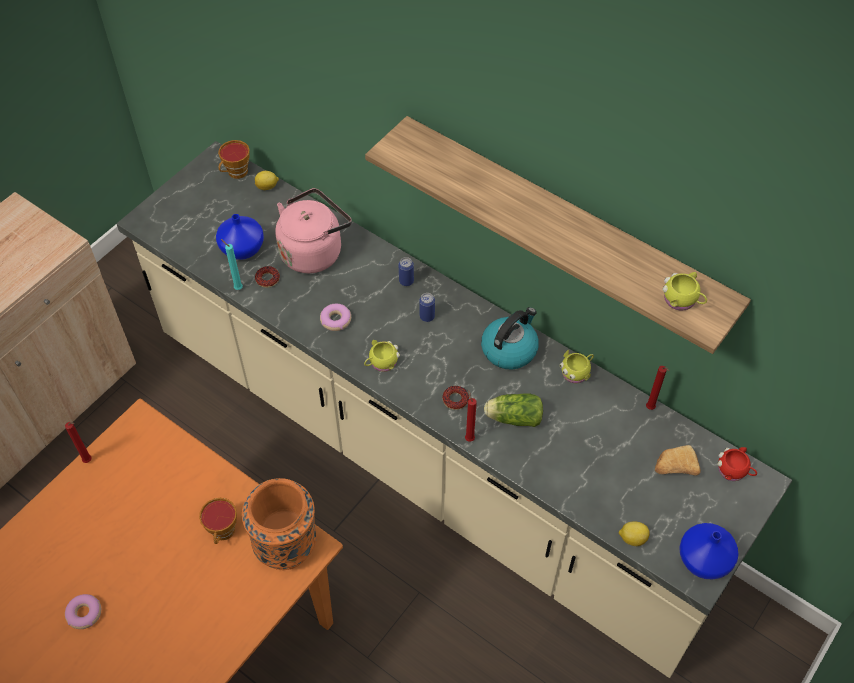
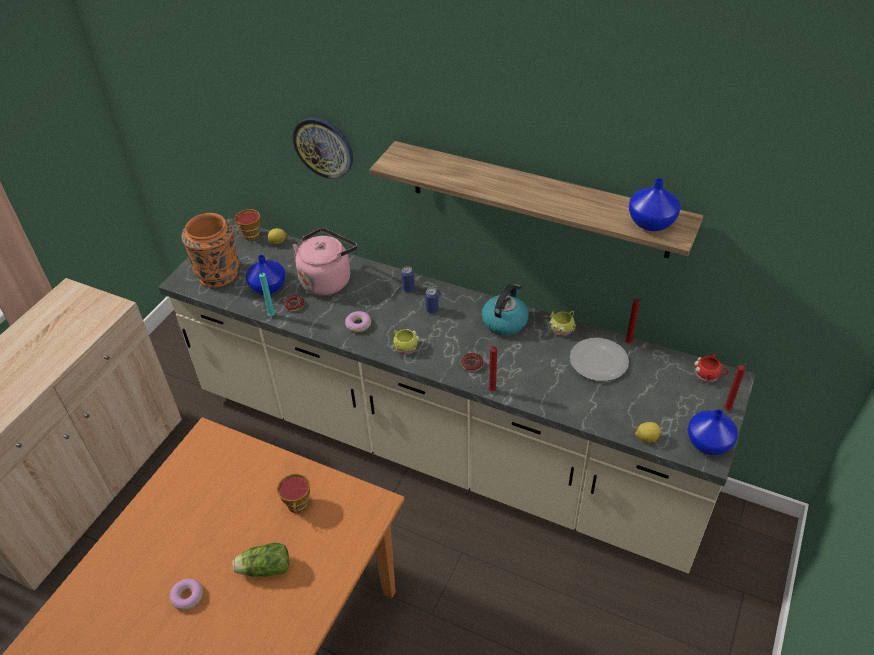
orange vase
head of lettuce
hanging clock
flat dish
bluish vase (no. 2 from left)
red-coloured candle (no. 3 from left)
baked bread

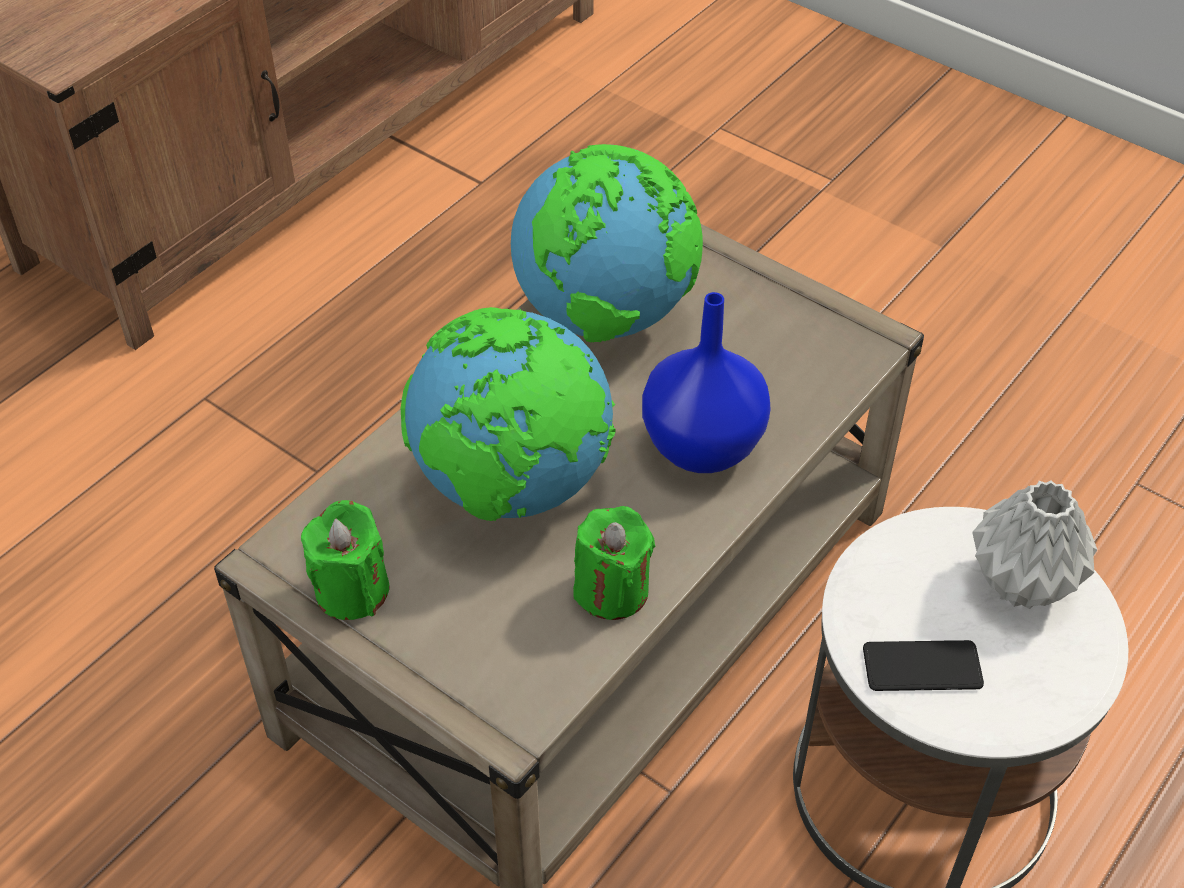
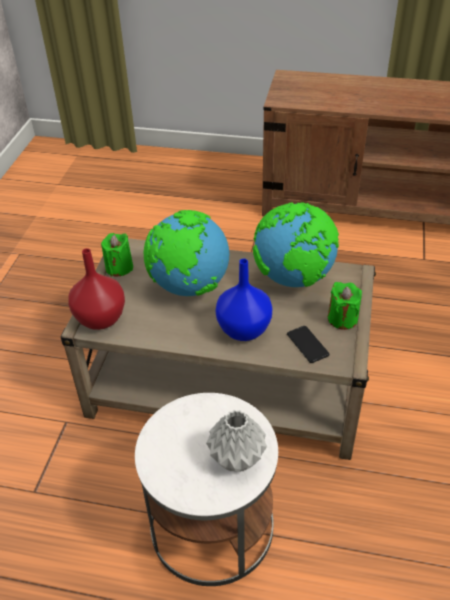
red-coloured vase
handset
green candle (no. 2 from left)

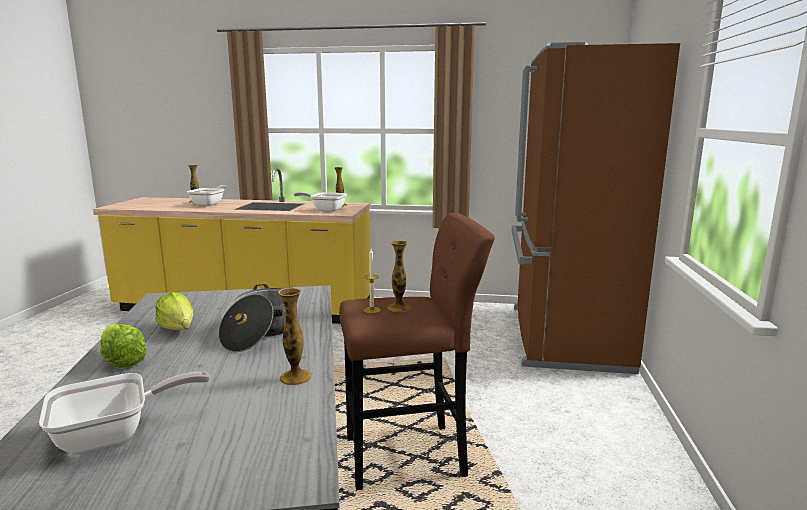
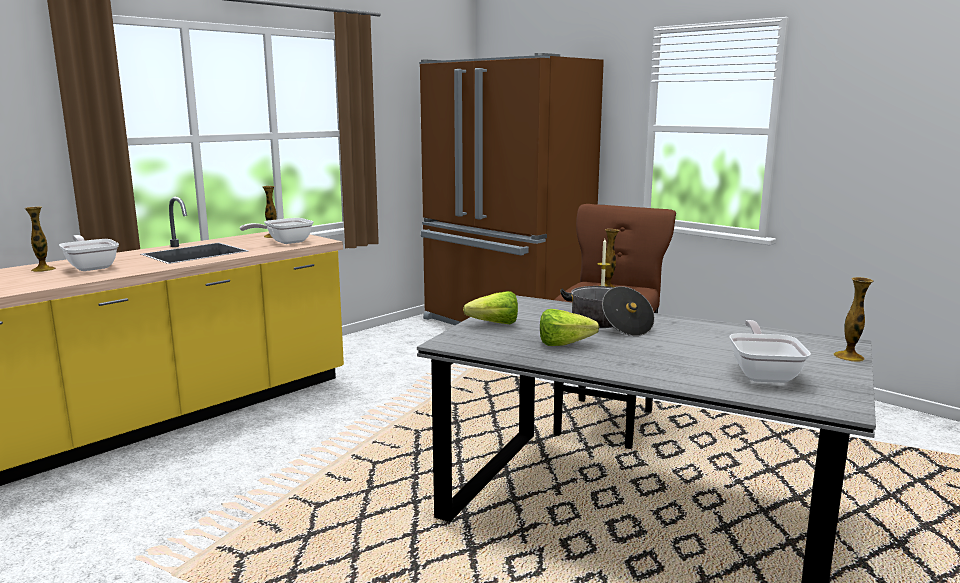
head of lettuce (no. 1 from left)
vase (no. 4 from left)

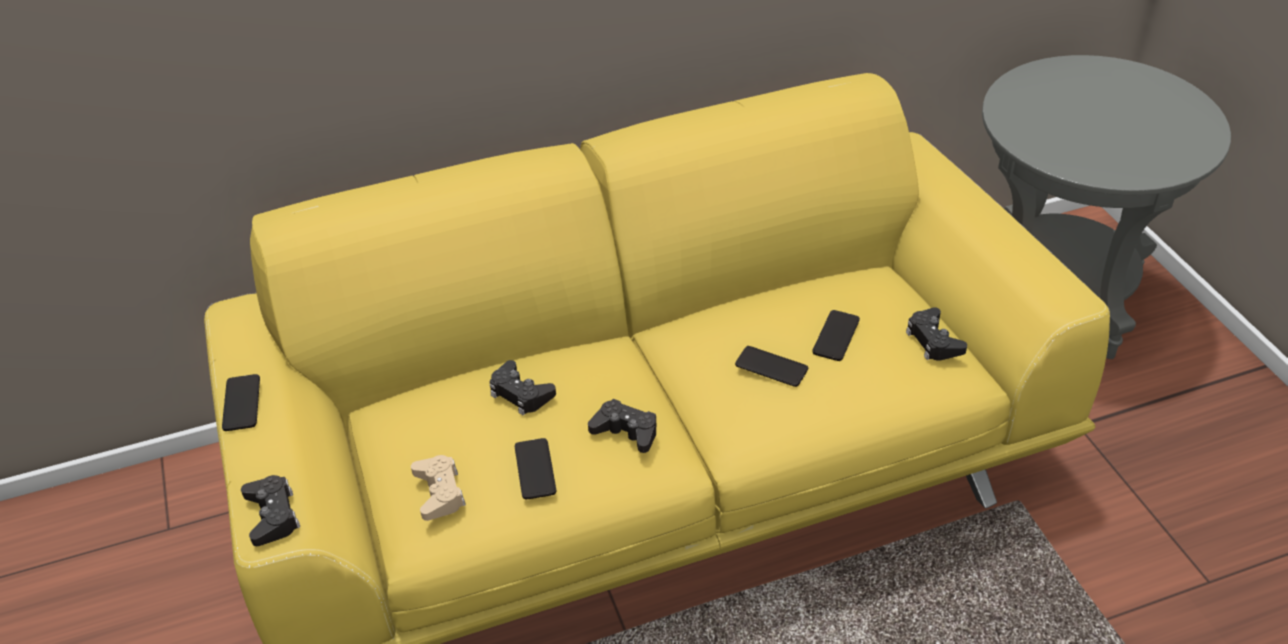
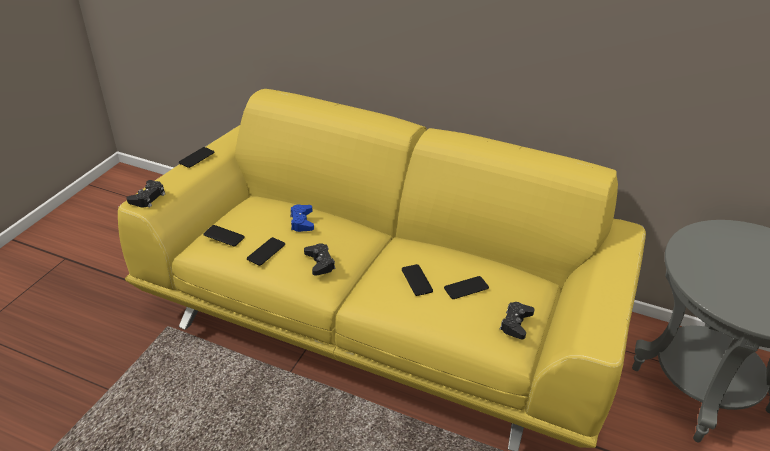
handset (no. 2 from left)
bluish gamepad

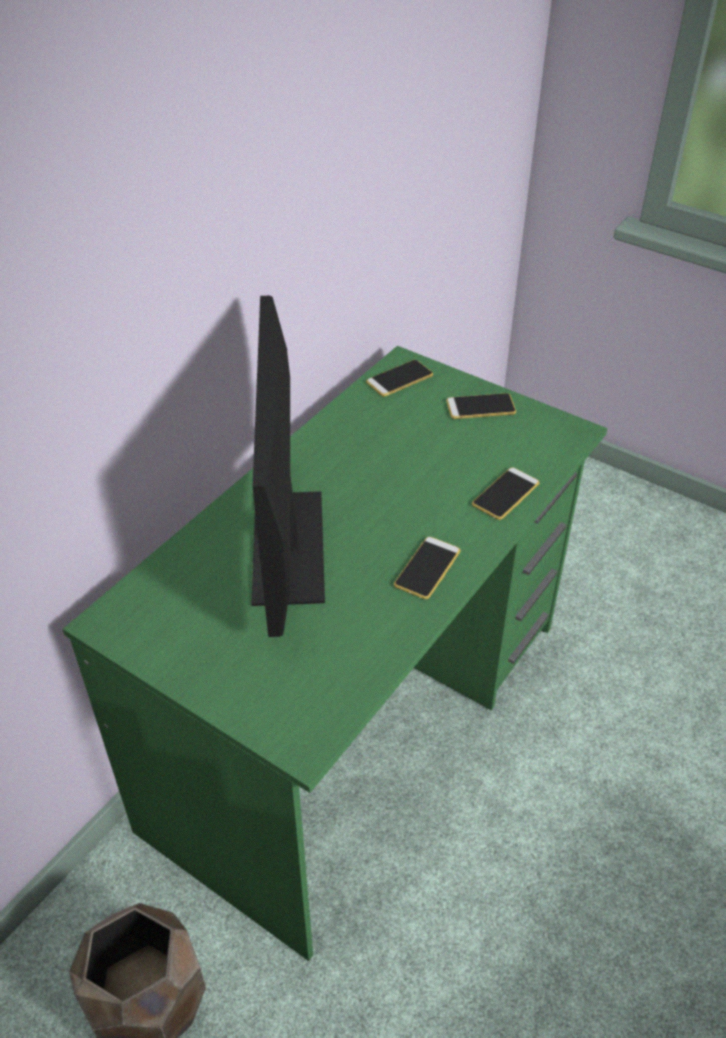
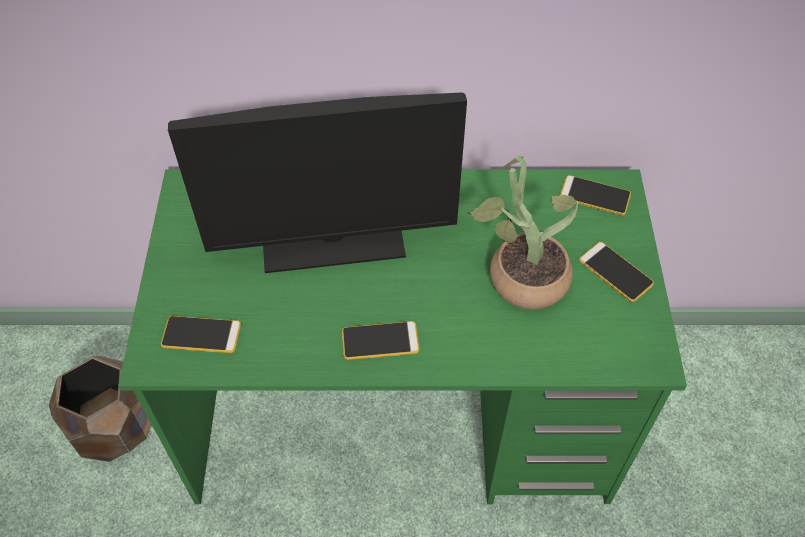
handset (no. 1 from left)
computer display
houseplant

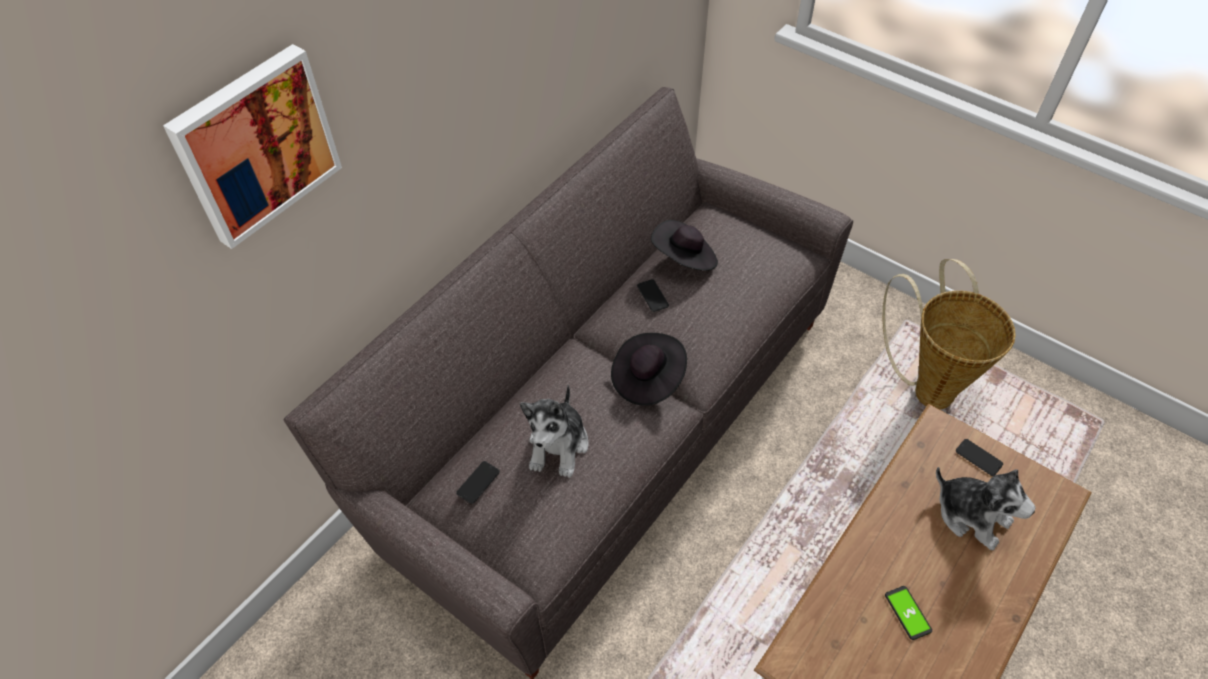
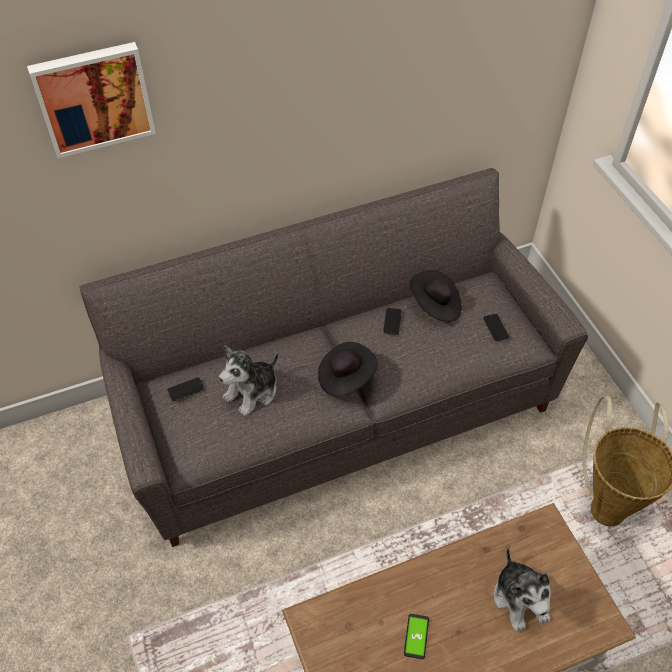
handset (no. 4 from left)

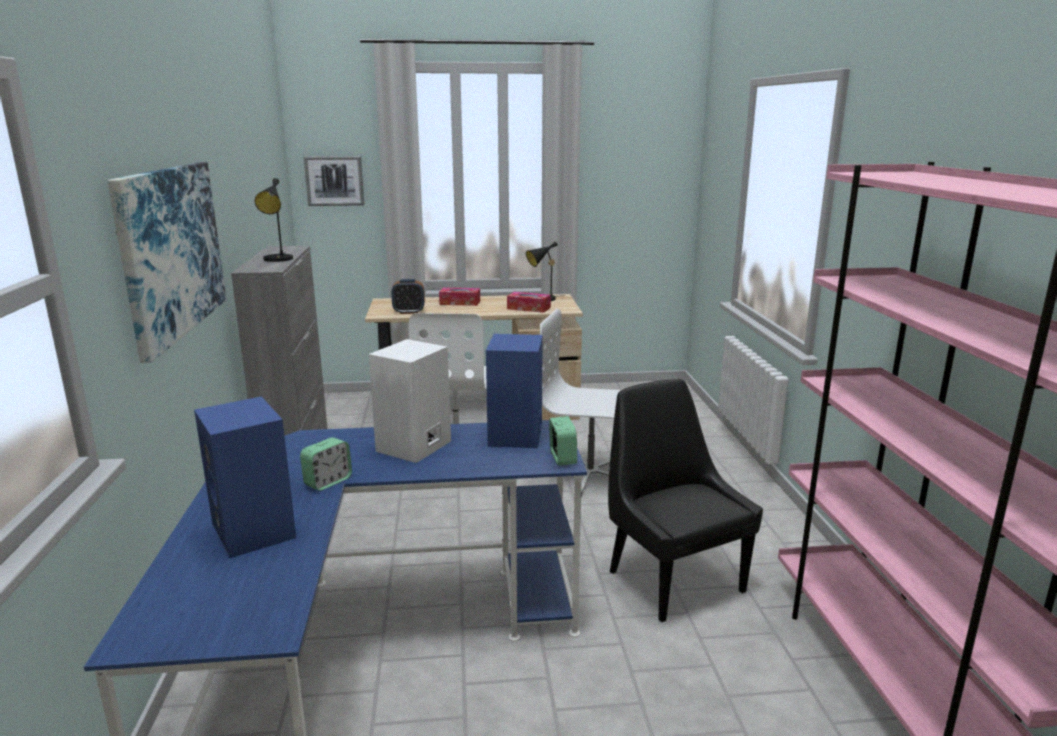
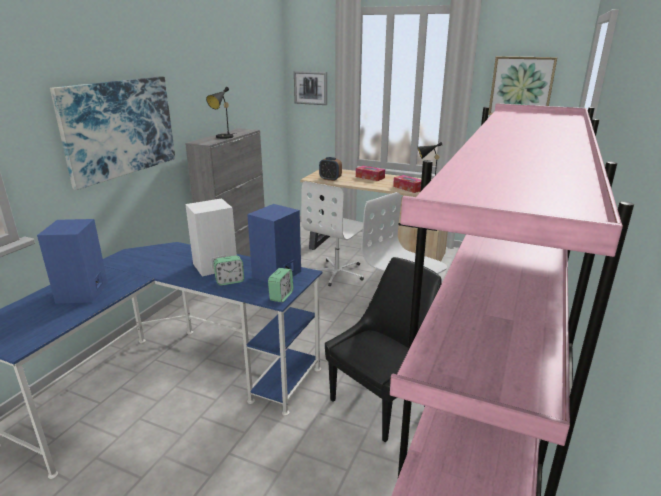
alarm clock (no. 1 from left)
black-coloured chair
wall art (no. 3 from left)

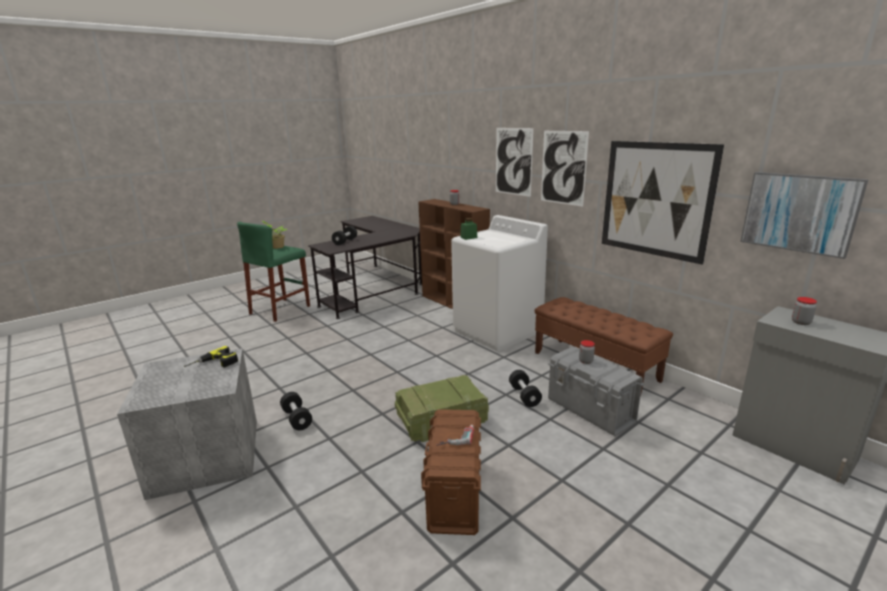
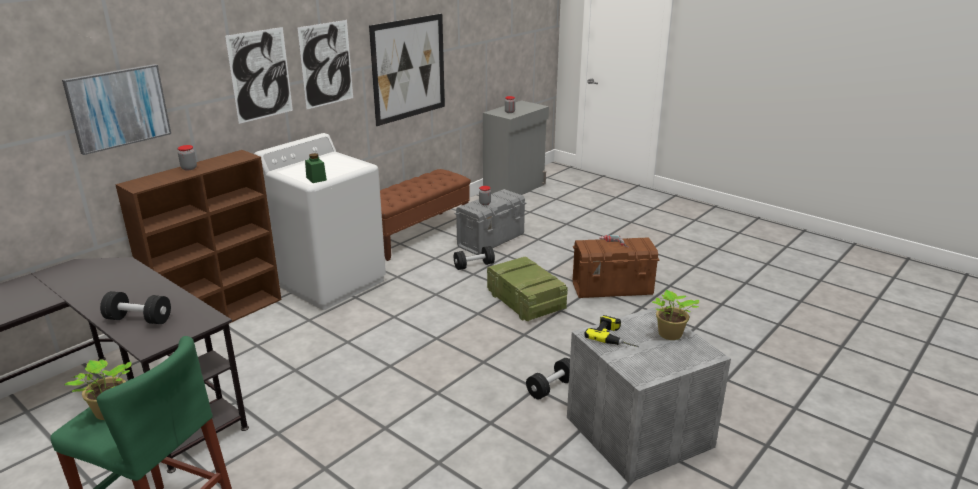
wall art (no. 1 from left)
houseplant (no. 2 from left)

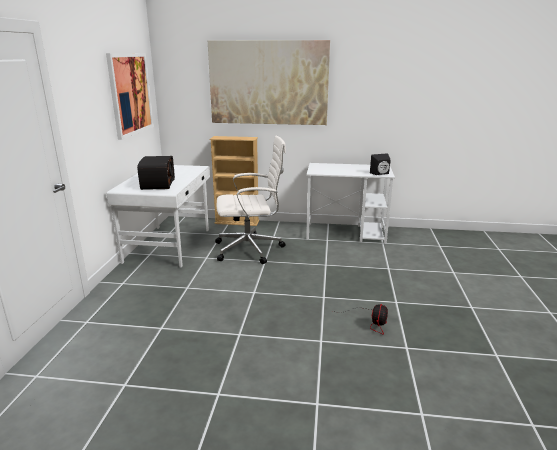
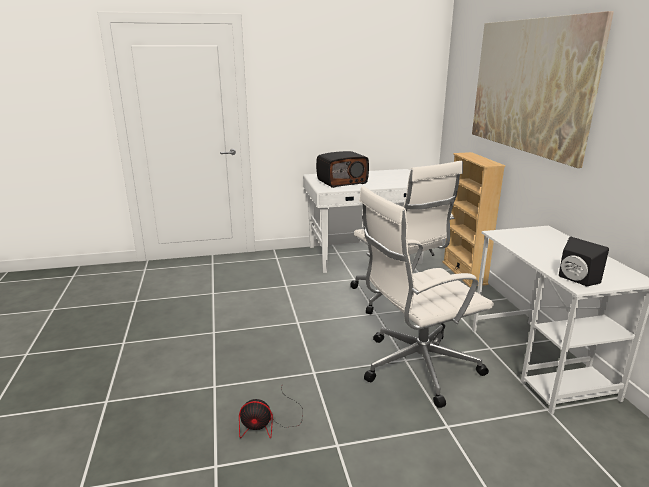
whitish office chair (no. 2 from left)
wall art (no. 1 from left in the first image)

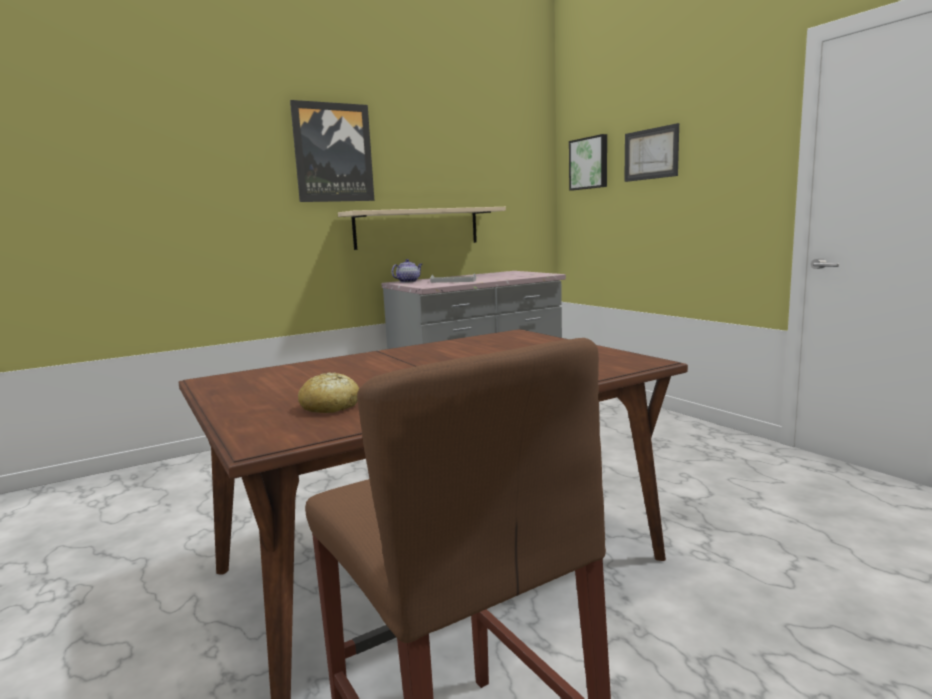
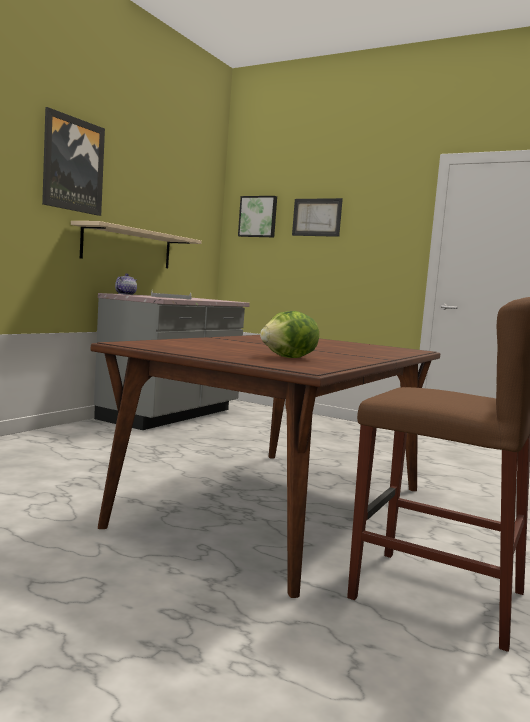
head of lettuce

